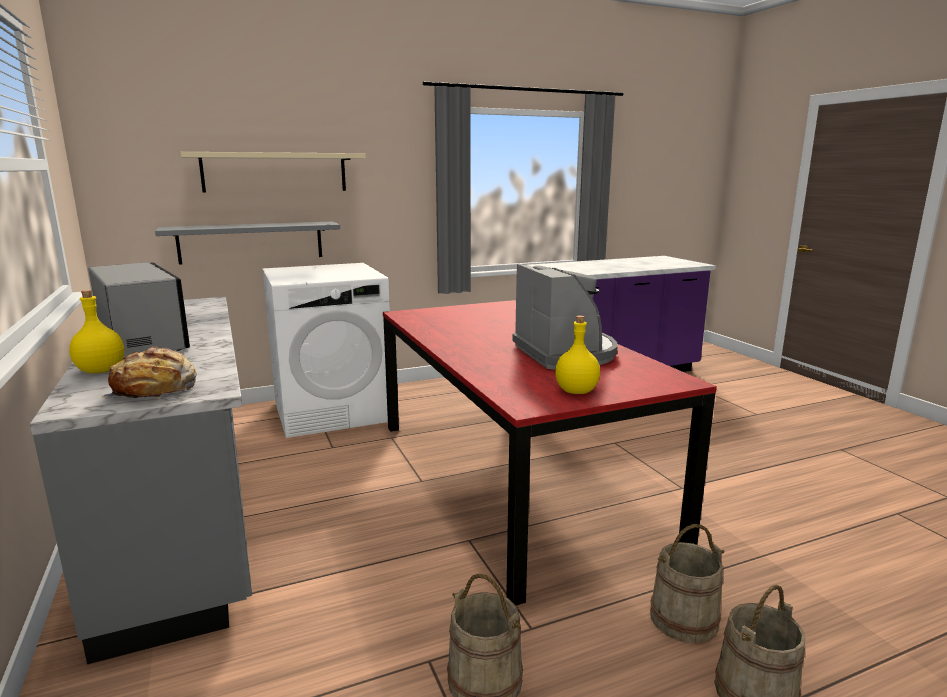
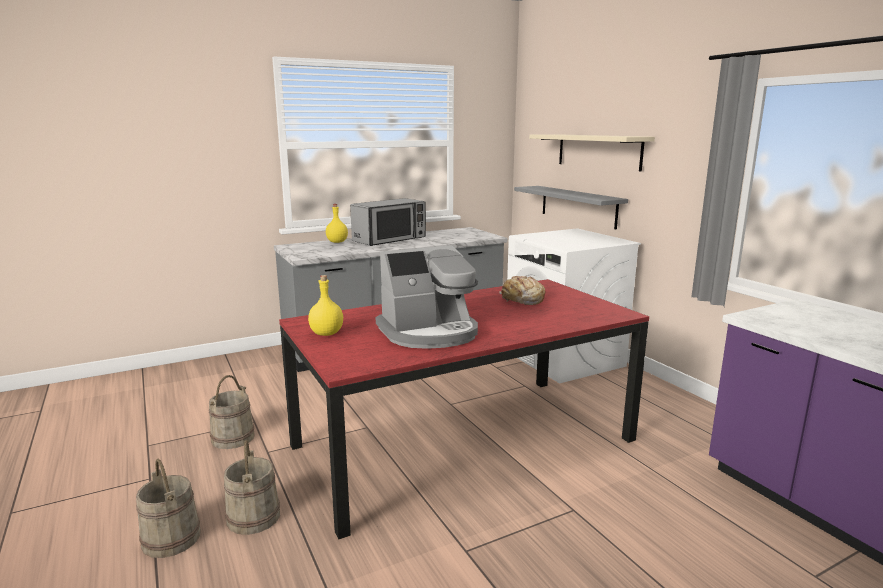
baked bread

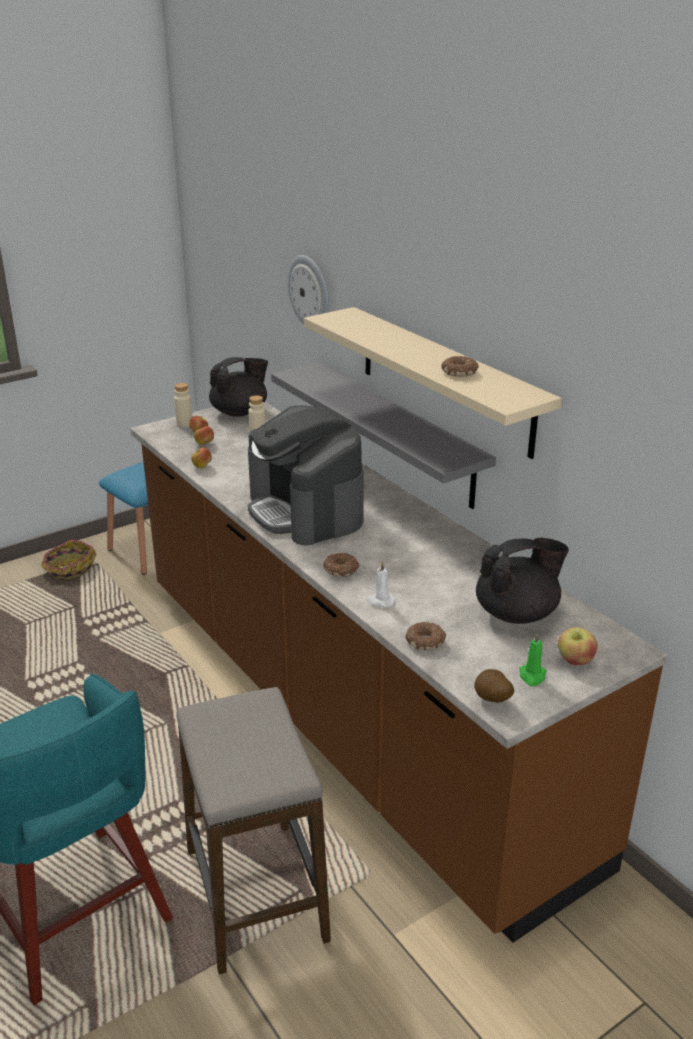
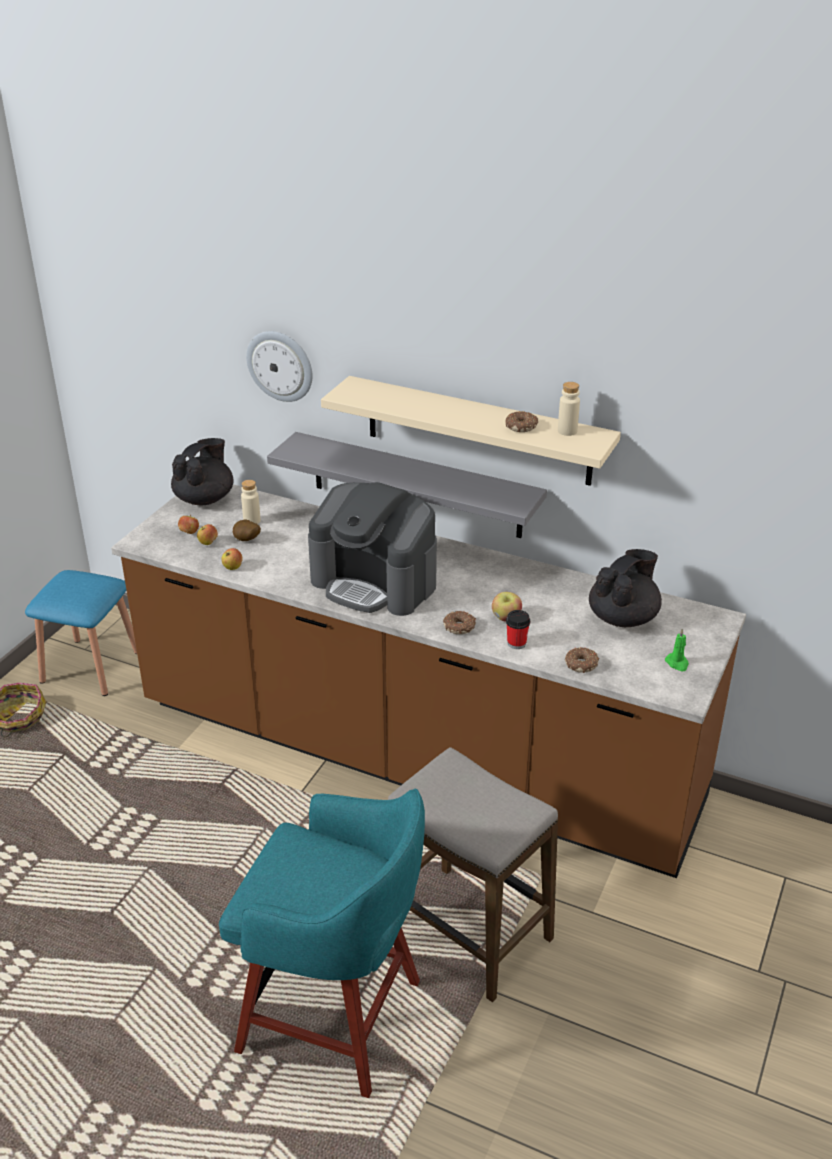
potato
whole apple (no. 4 from left)
cup
beige bottle (no. 2 from left)

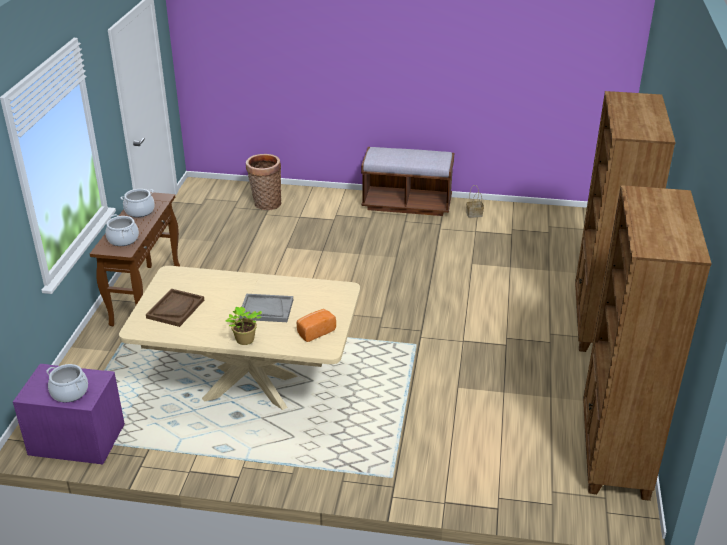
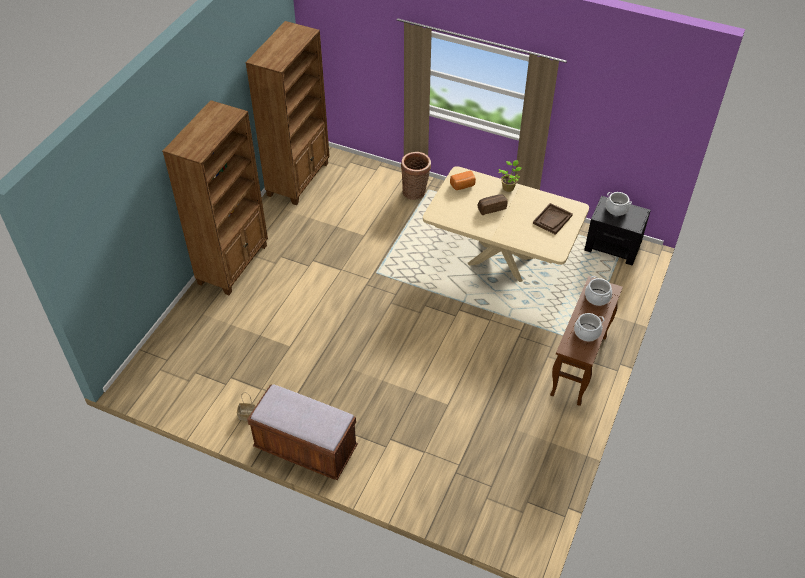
household basket (no. 2 from left)
baked bread (no. 2 from left)
black-coloured bedside table

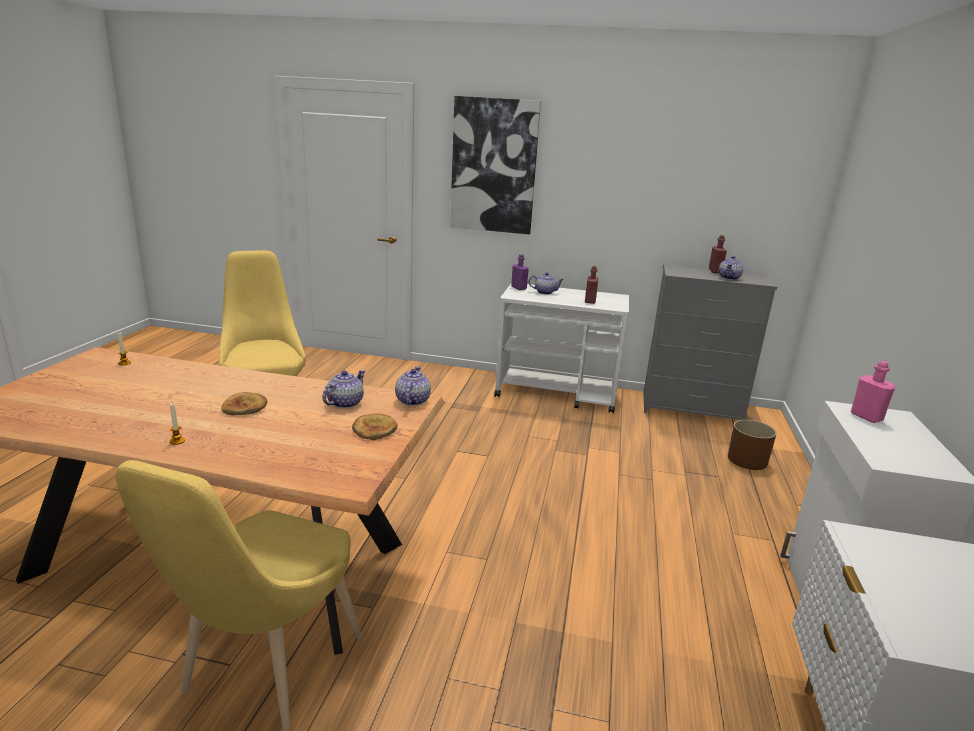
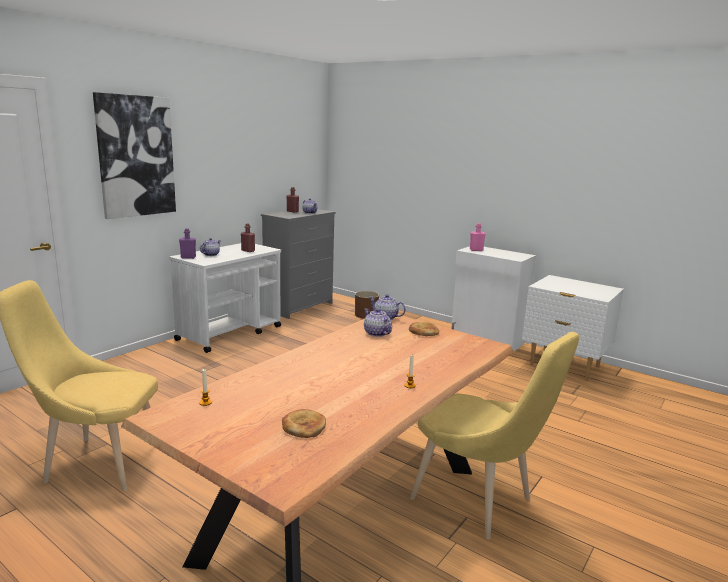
baked bread (no. 1 from left)

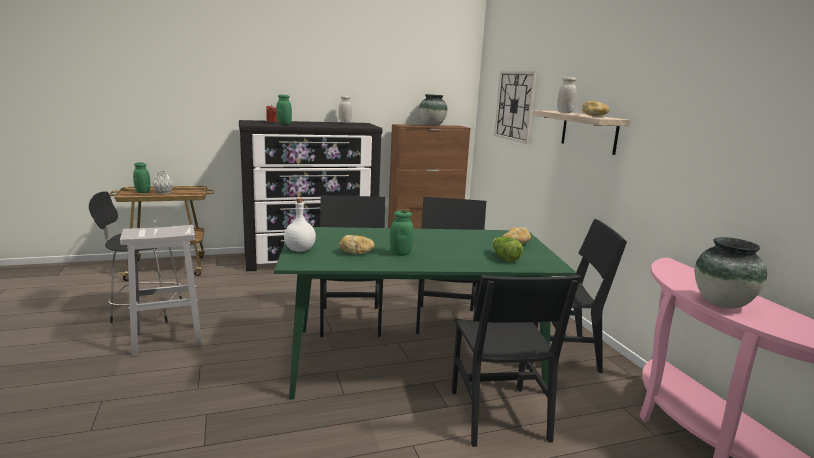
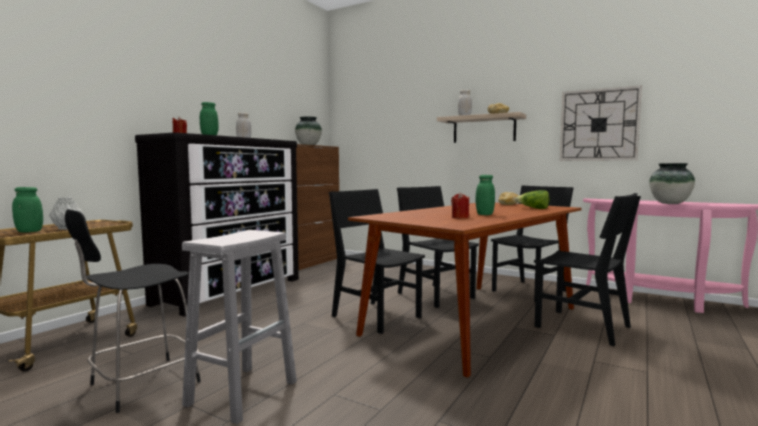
brownish kitchen table
red-coloured candle (no. 2 from left)
hanging clock
whitish bottle

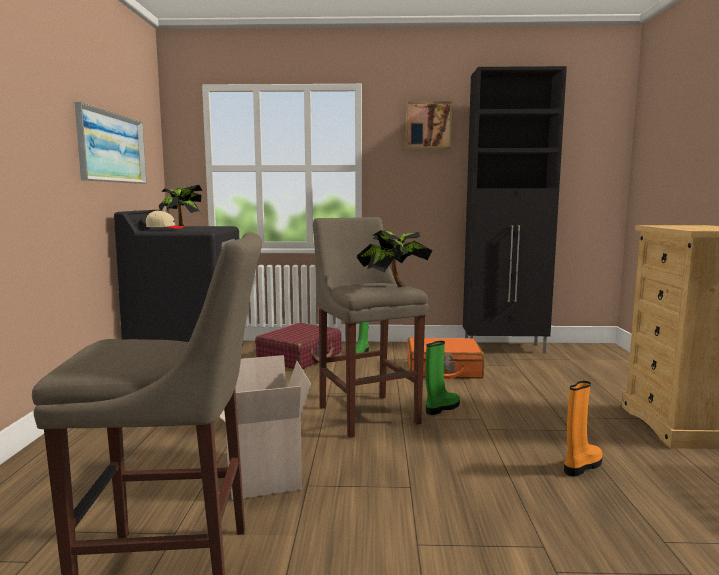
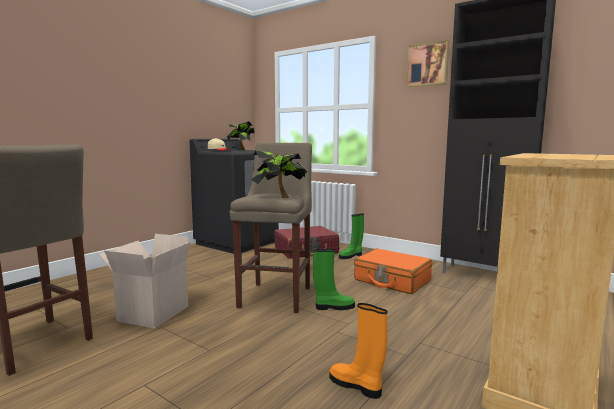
orange boot
wall art (no. 1 from left in the first image)

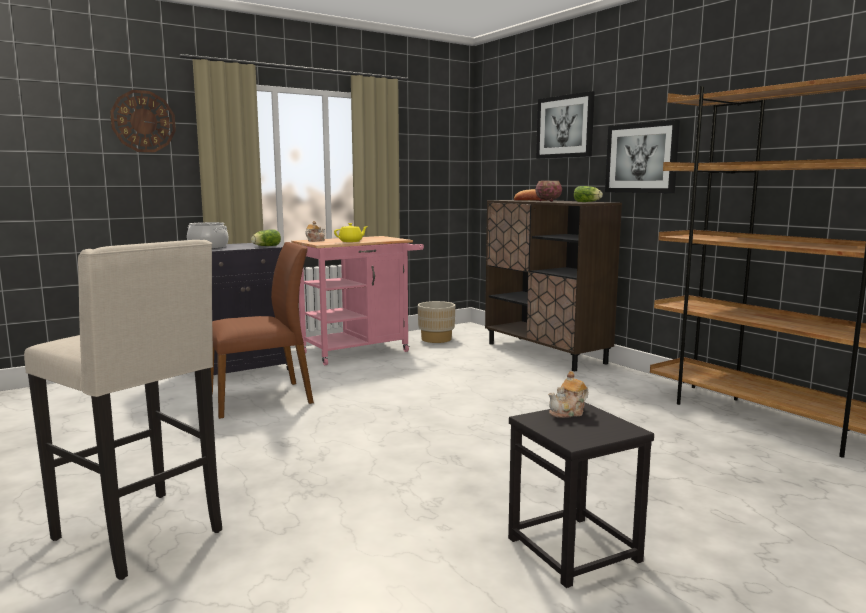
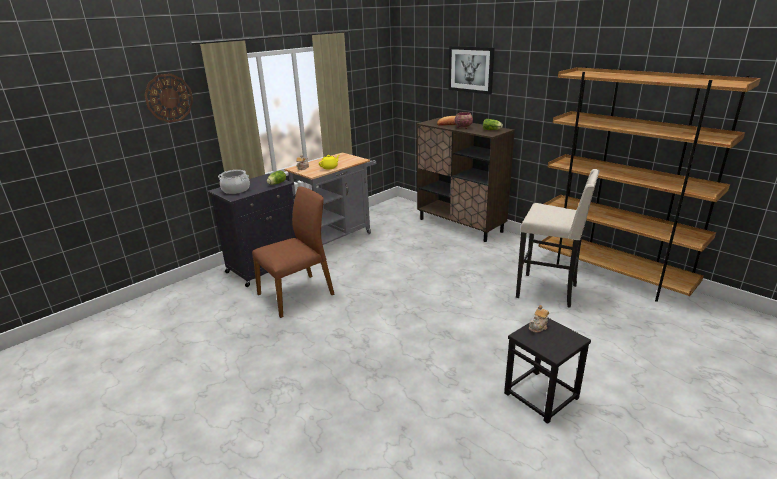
grey trolley
beige stool
beige planter
wall art (no. 2 from left in the first image)

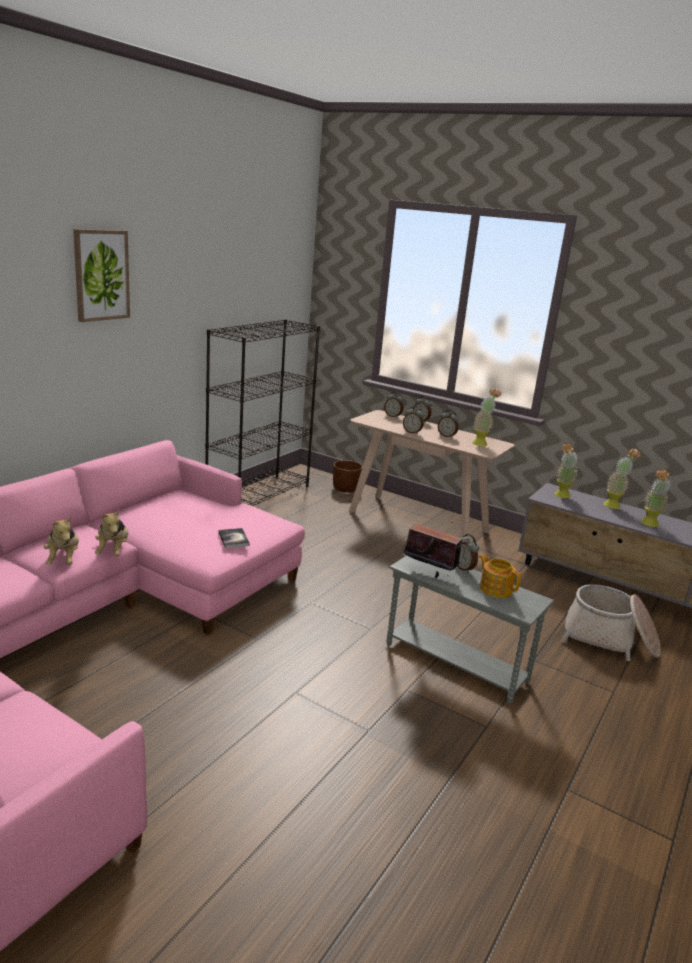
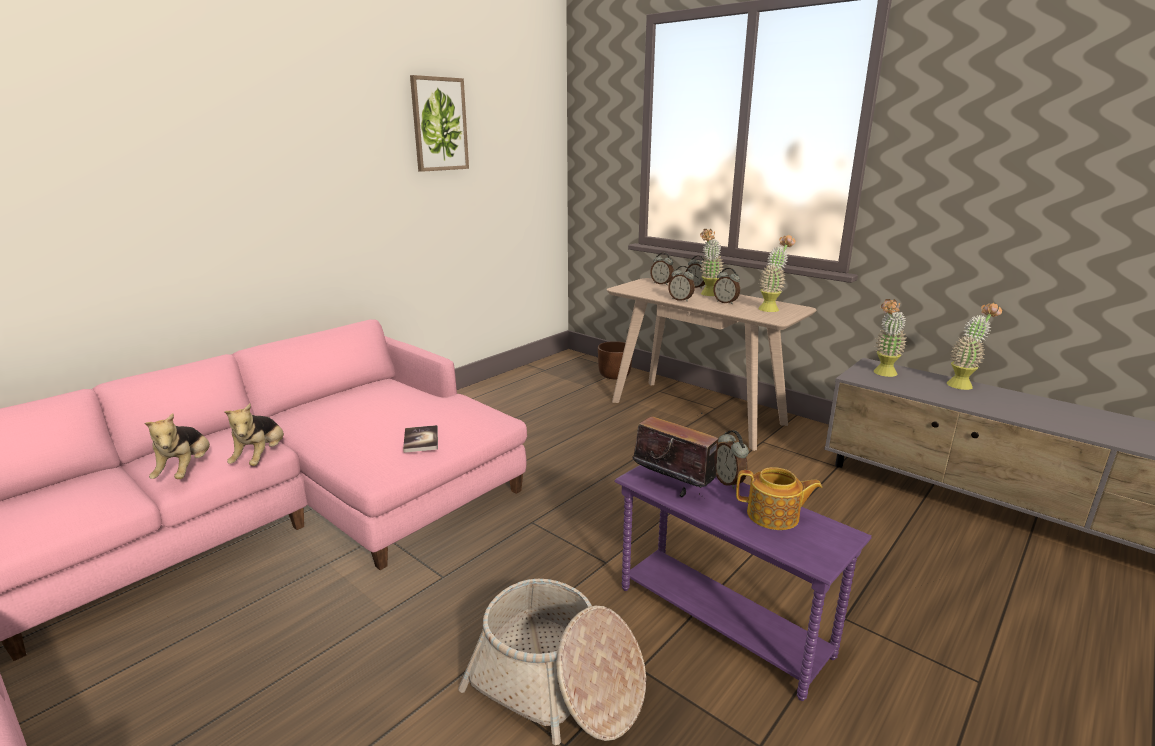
wall art
household basket
purplish accent table
houseplant (no. 1 from left)
teapot
black-coloured bookshelf

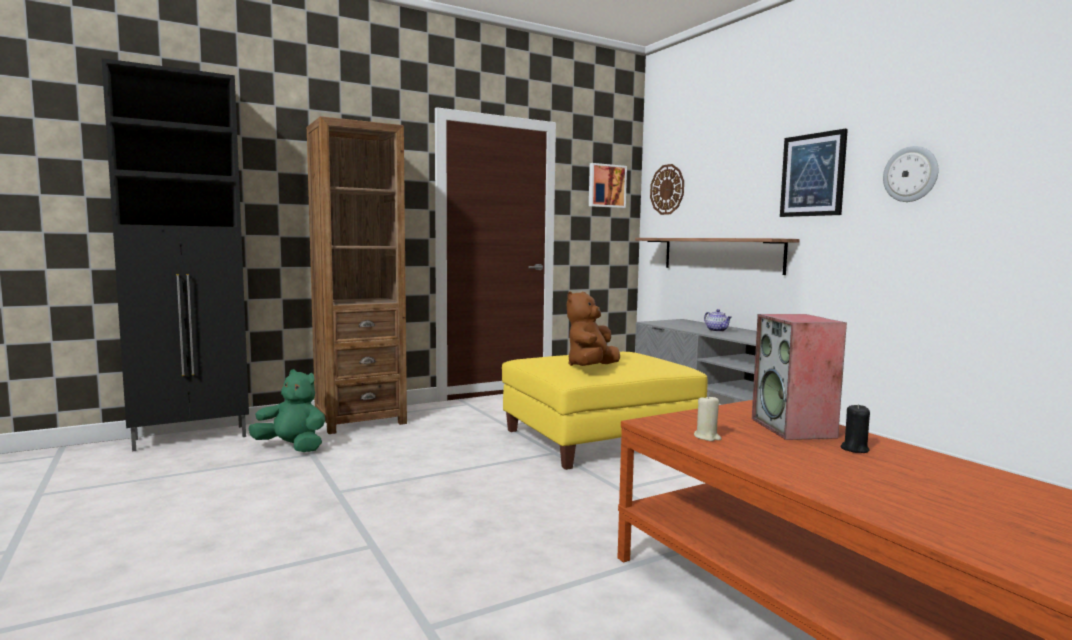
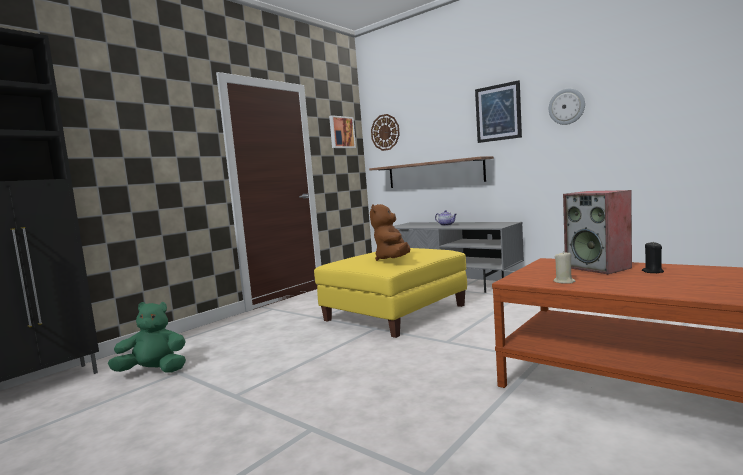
brownish bookshelf

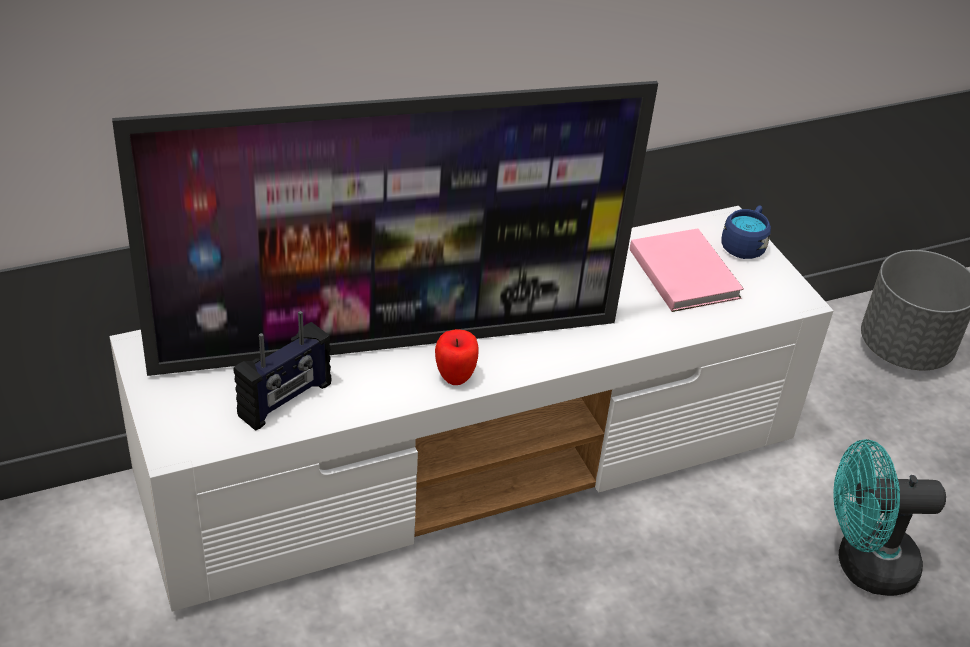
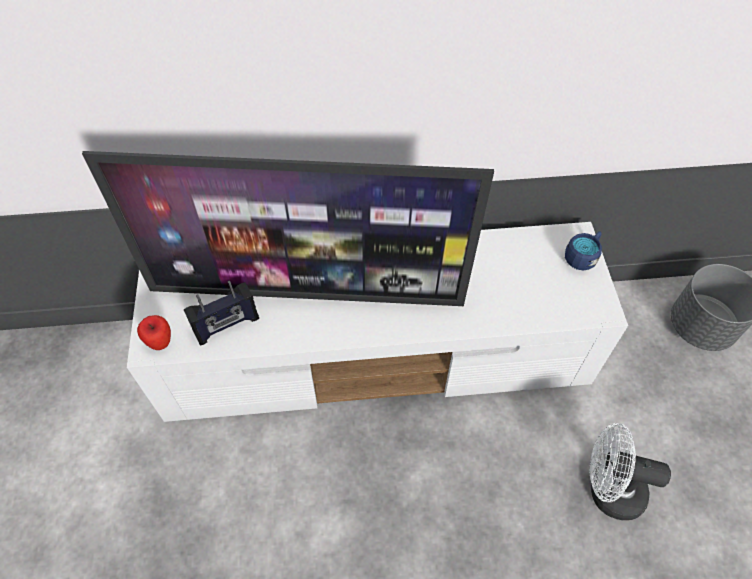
whole apple
whitish electric fan
pink bound book

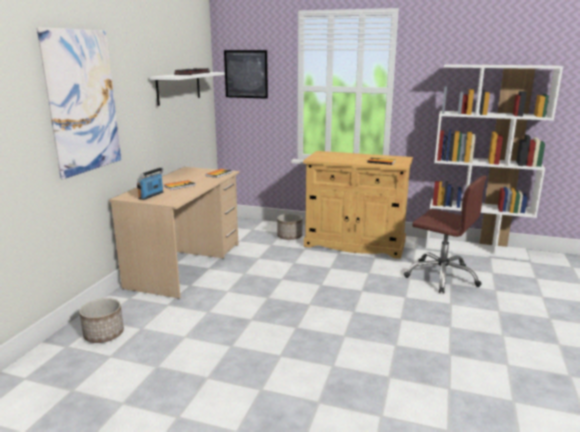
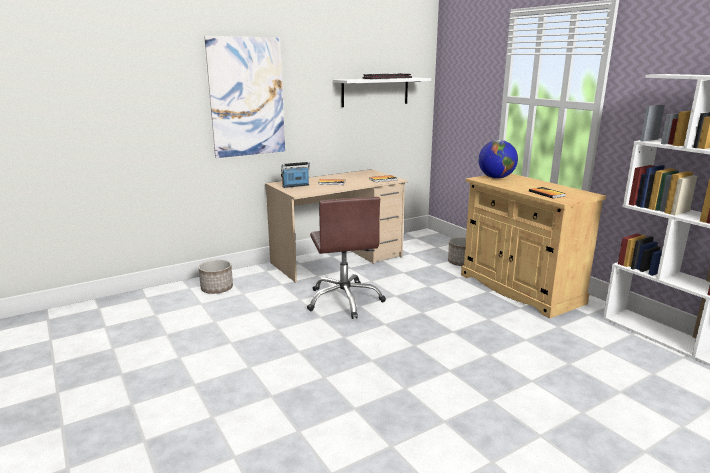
brownish office chair
world globe
wall art (no. 2 from left in the first image)

